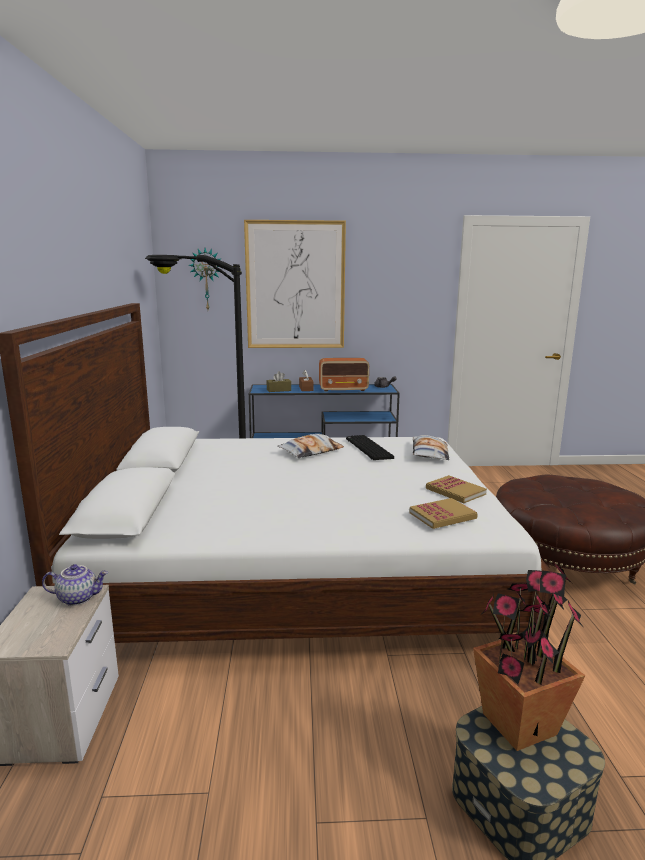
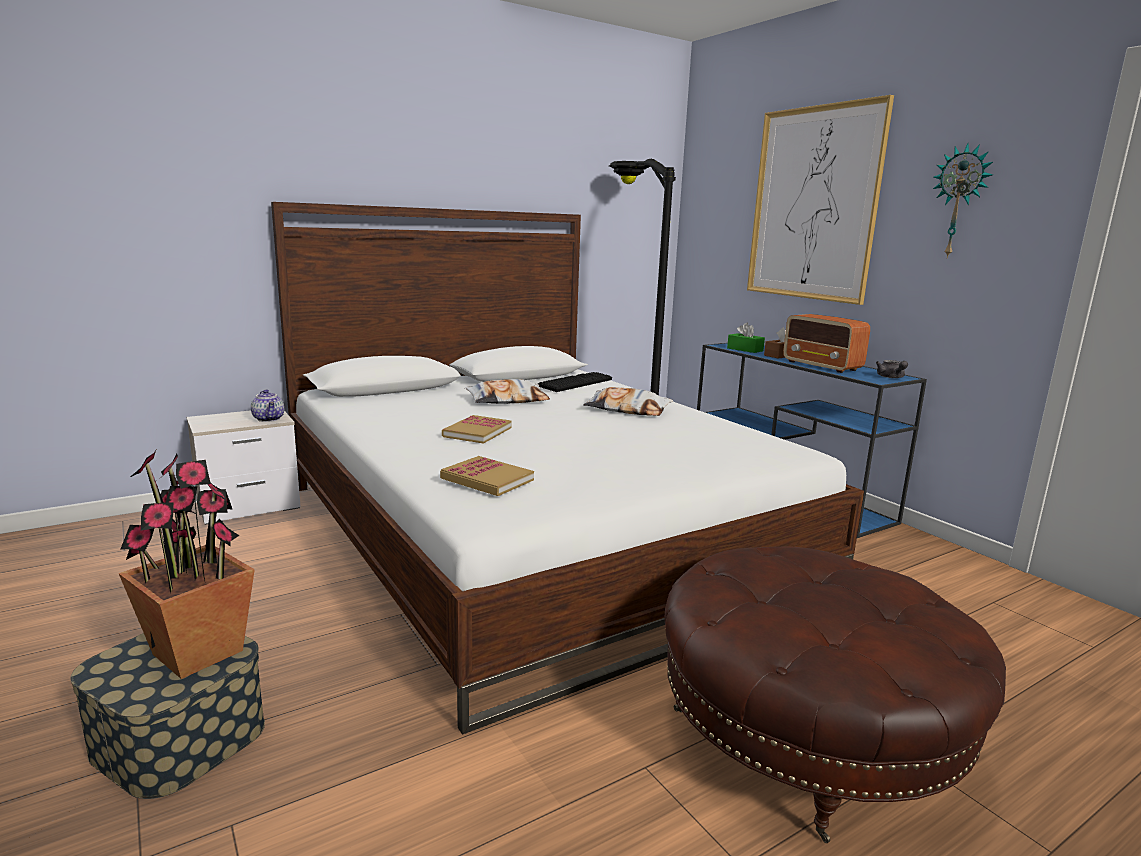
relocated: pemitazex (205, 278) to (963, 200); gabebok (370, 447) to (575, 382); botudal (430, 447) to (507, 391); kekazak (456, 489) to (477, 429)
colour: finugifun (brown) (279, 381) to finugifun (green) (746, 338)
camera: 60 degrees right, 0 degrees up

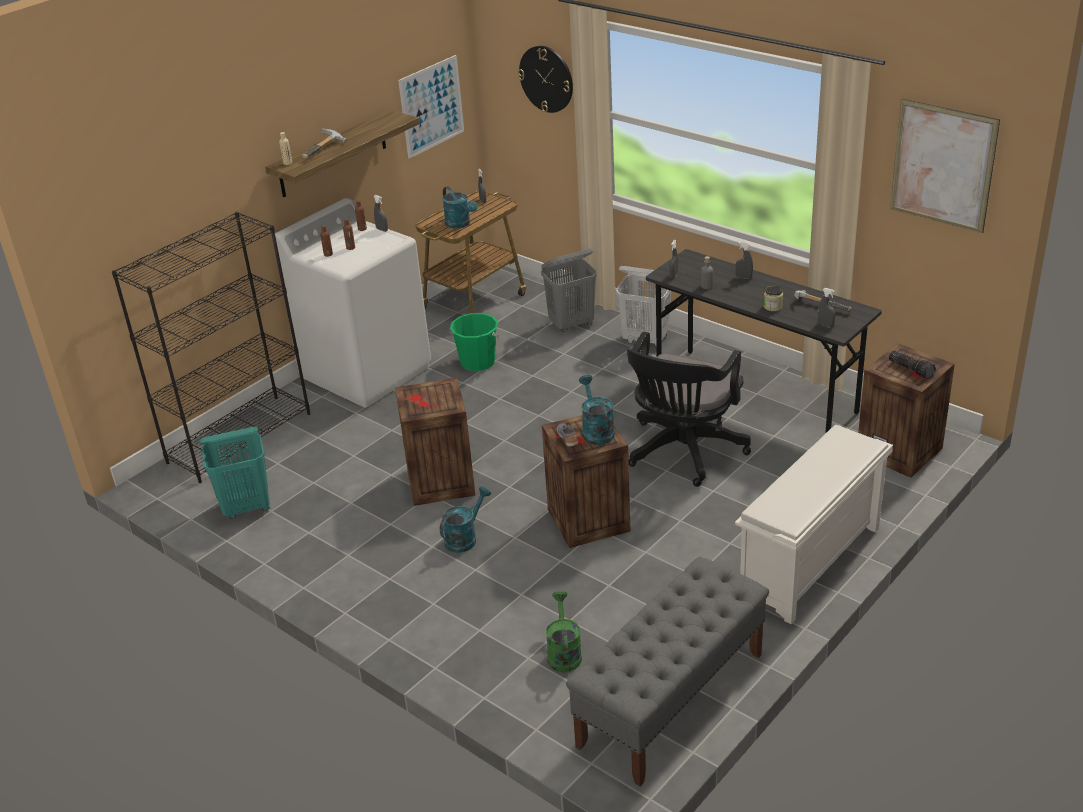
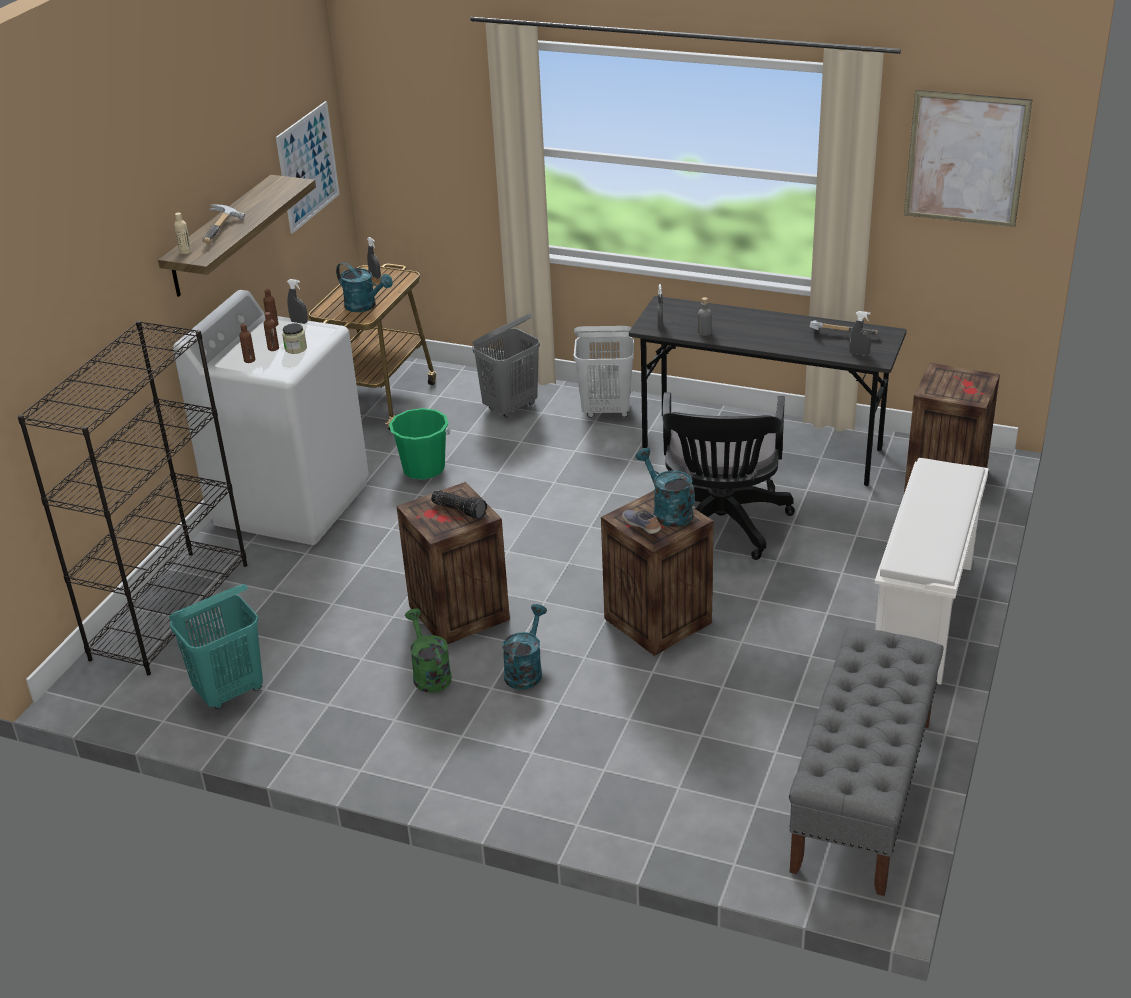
missing: pemitazex (545, 79); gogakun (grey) (744, 260)
relocated: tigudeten (773, 298) to (294, 338); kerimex (912, 364) to (459, 504); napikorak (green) (564, 631) to (428, 651)
camera: 20 degrees left, 0 degrees up

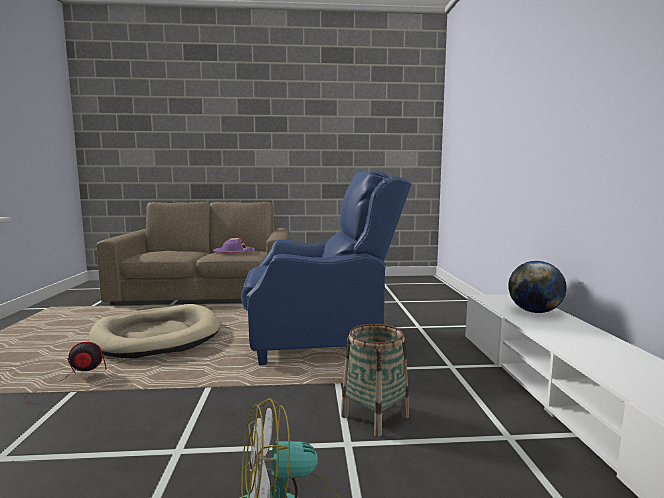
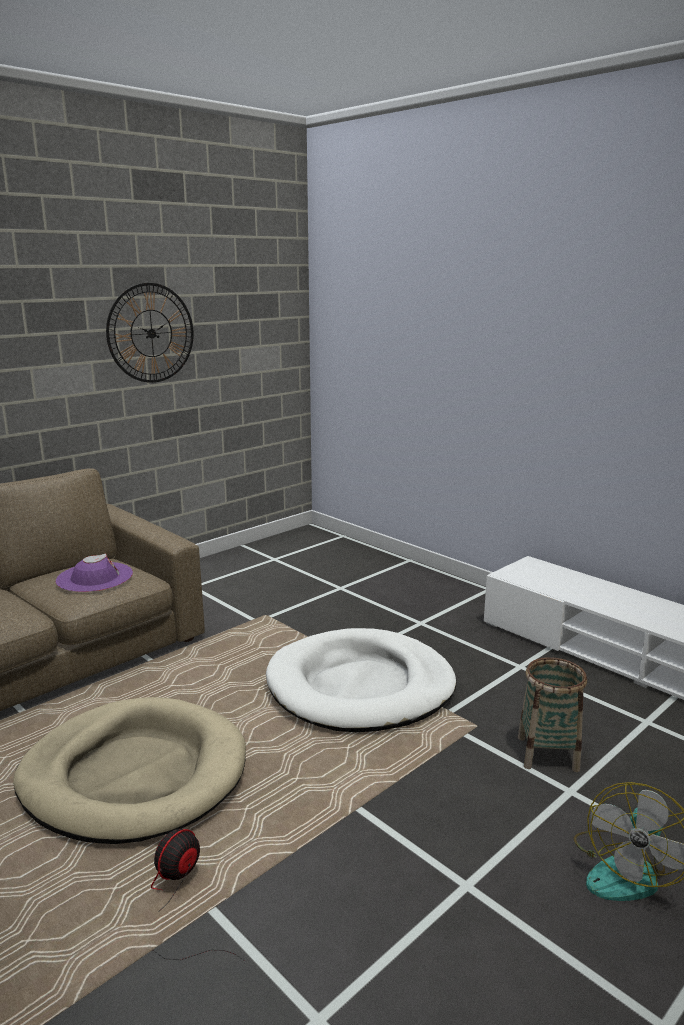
missing: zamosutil (537, 287)
appeared: pemitazex (150, 333)
exchanged: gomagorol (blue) (326, 267) to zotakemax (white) (361, 680)
camera: 40 degrees left, 10 degrees up

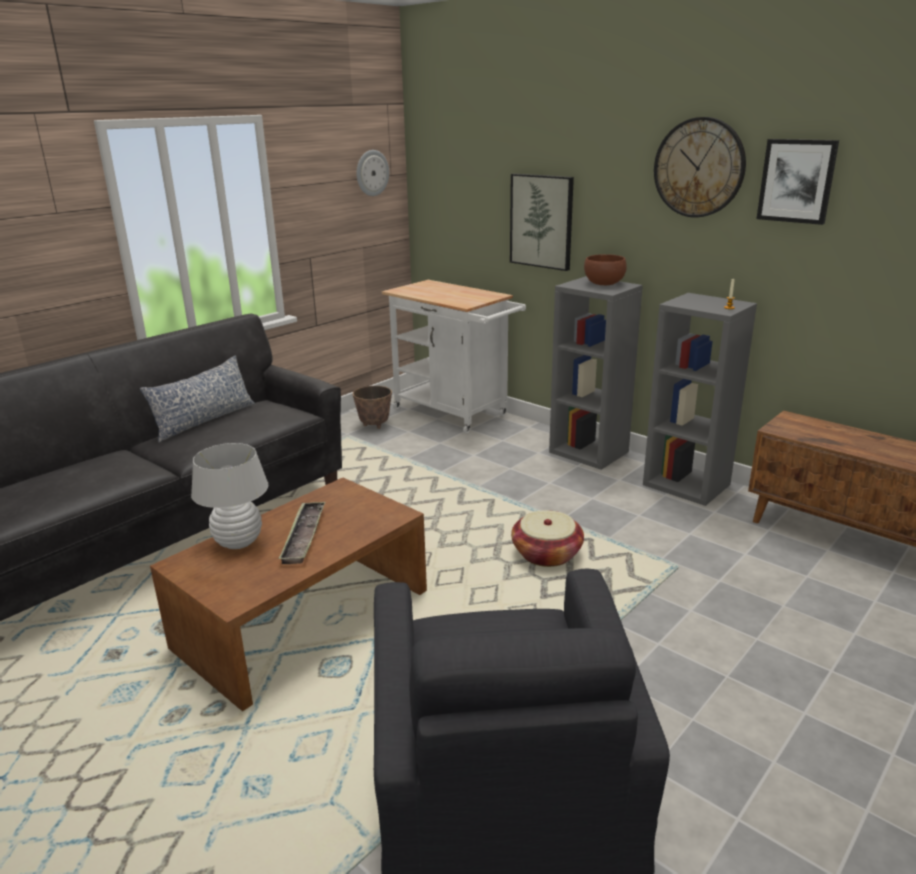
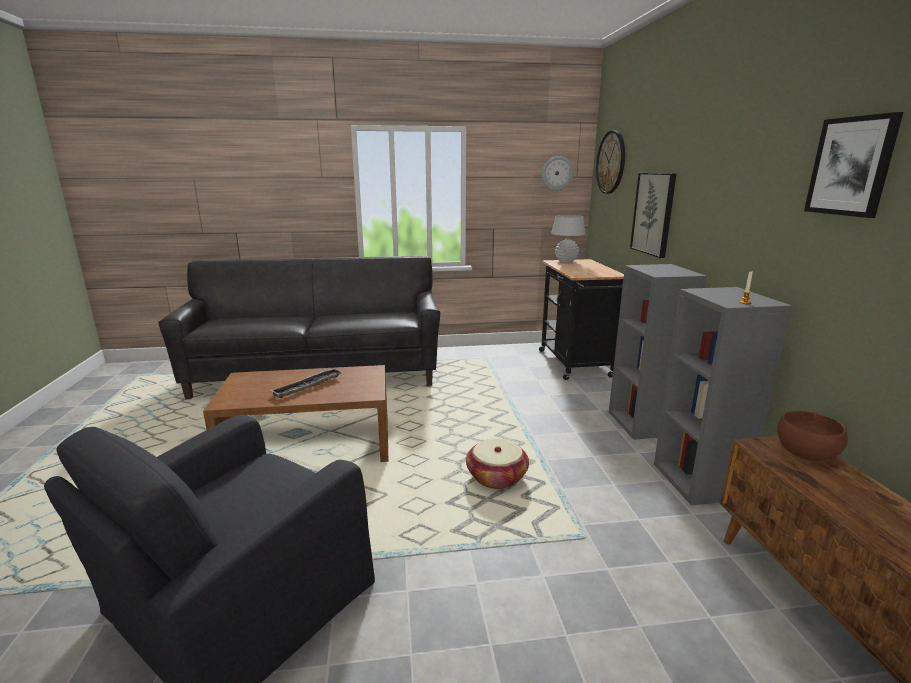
missing: botudal (197, 399); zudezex (372, 407)
relocated: pemitazex (700, 167) to (610, 162); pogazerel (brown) (605, 269) to (812, 436); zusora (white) (229, 496) to (568, 239)
colour: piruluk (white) (454, 356) to piruluk (black) (581, 319)
camera: 40 degrees right, 5 degrees down

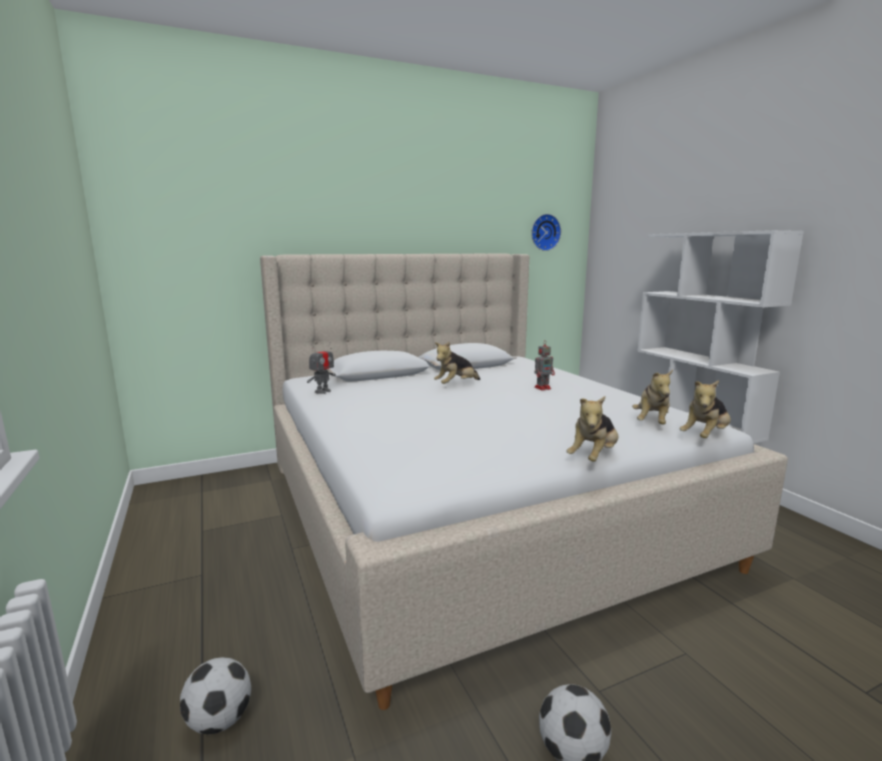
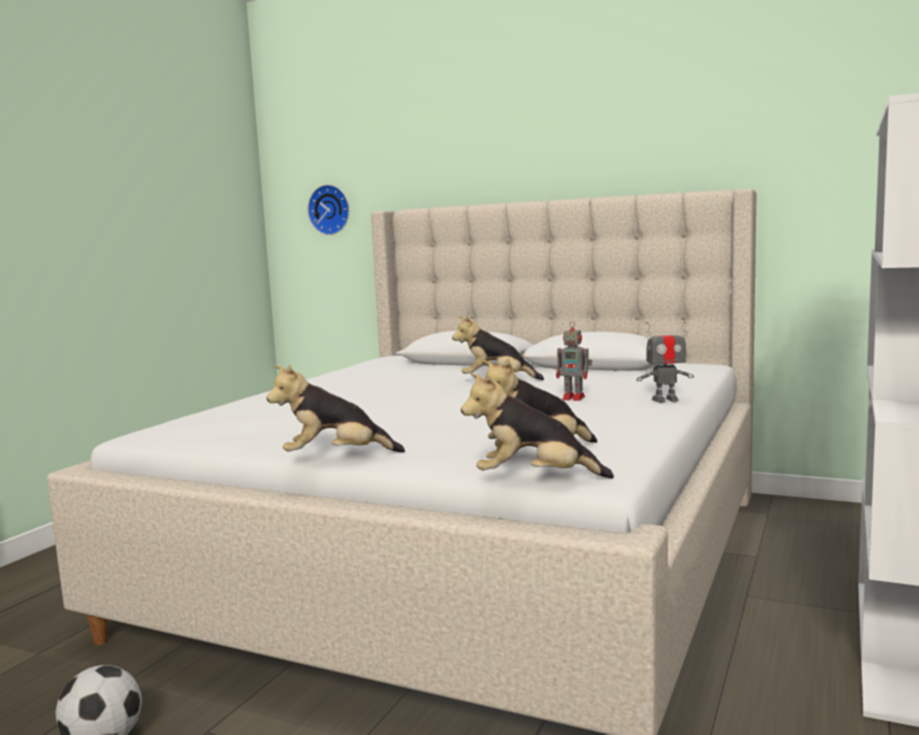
missing: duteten (215, 695)
relocated: pemitazex (546, 232) to (328, 209); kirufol (321, 368) to (665, 361)
camera: 50 degrees right, 5 degrees down

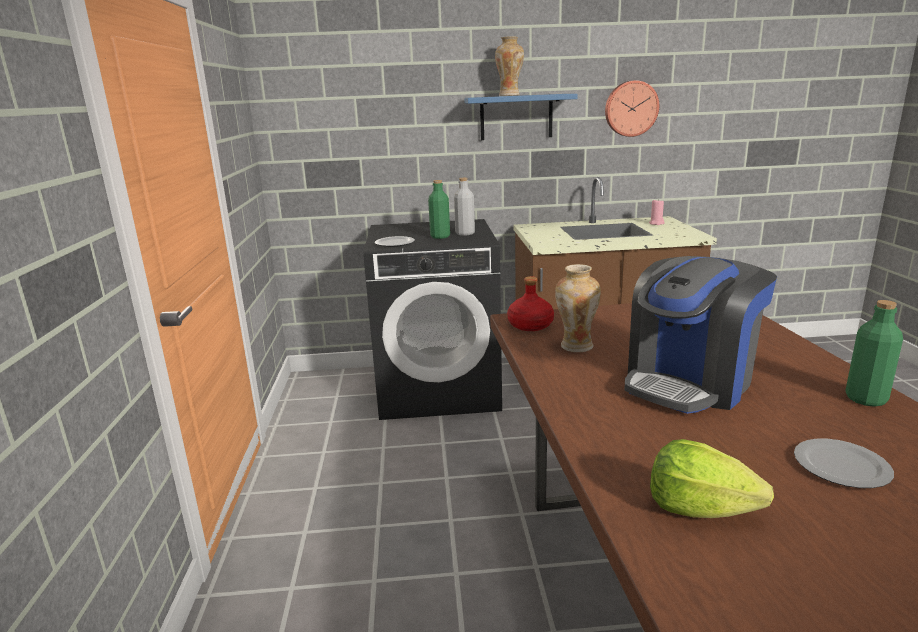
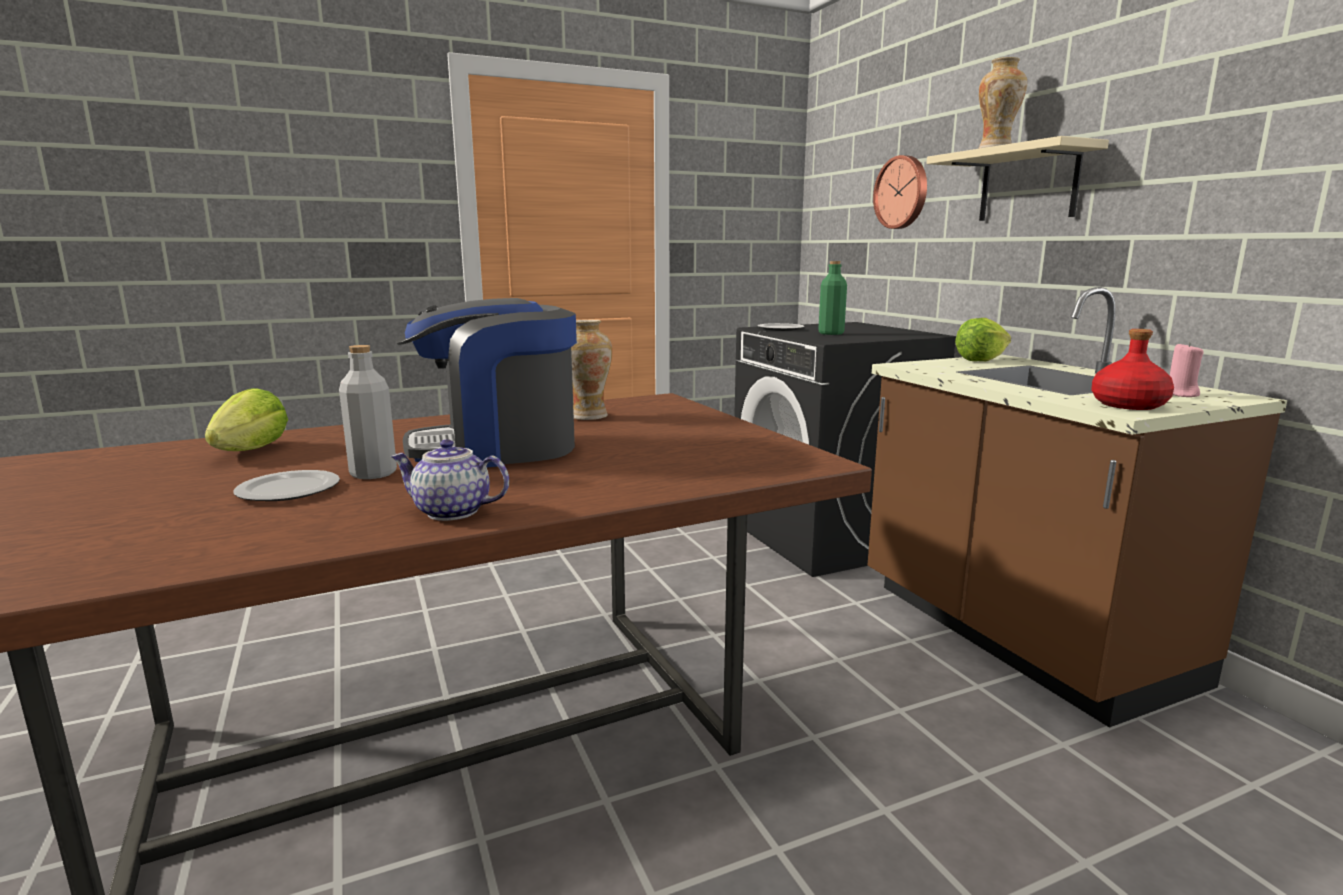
appeared: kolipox (983, 339)
relocated: pemitazex (632, 108) to (900, 192); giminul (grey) (464, 207) to (368, 412); giminul (red) (530, 303) to (1132, 369)
exchanged: giminul (green) (874, 353) to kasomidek (449, 480)
colour: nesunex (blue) (521, 117) to nesunex (beige) (1017, 178)
spun: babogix (701, 335) = (486, 382) 45 degrees counterclockwise
camera: 70 degrees right, 5 degrees down

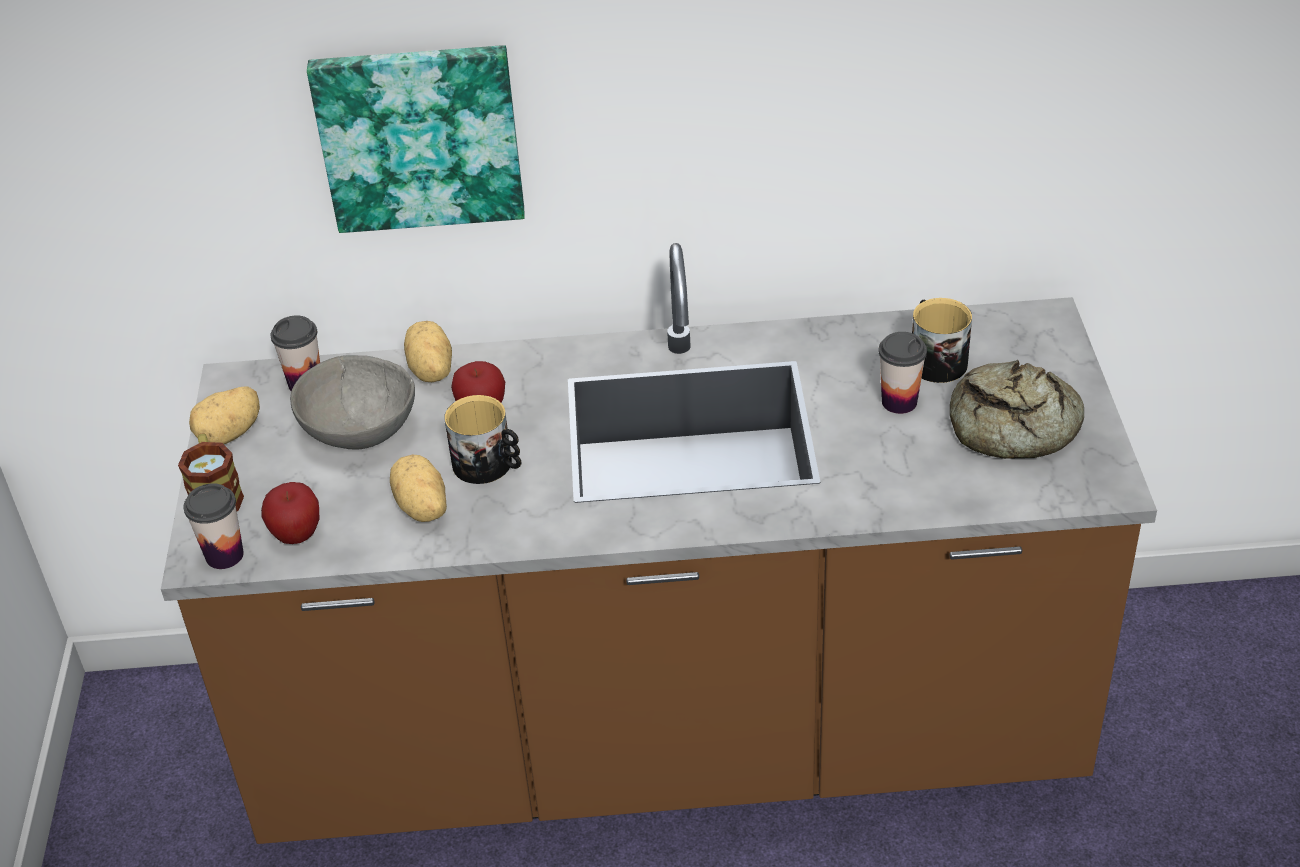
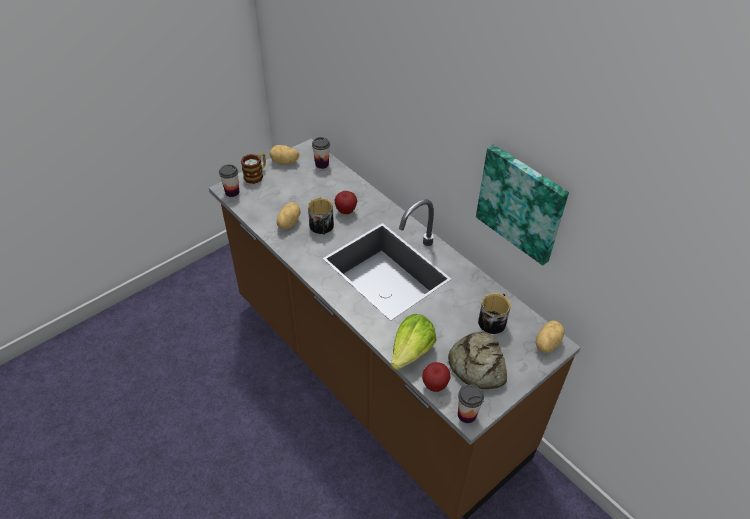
missing: pogazerel (grey) (352, 402)
appeared: kolipox (413, 342)
relocated: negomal (416, 139) to (522, 205); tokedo (428, 351) to (550, 337); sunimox (902, 373) to (471, 404); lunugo (290, 513) to (436, 377)
camera: 50 degrees right, 5 degrees up

